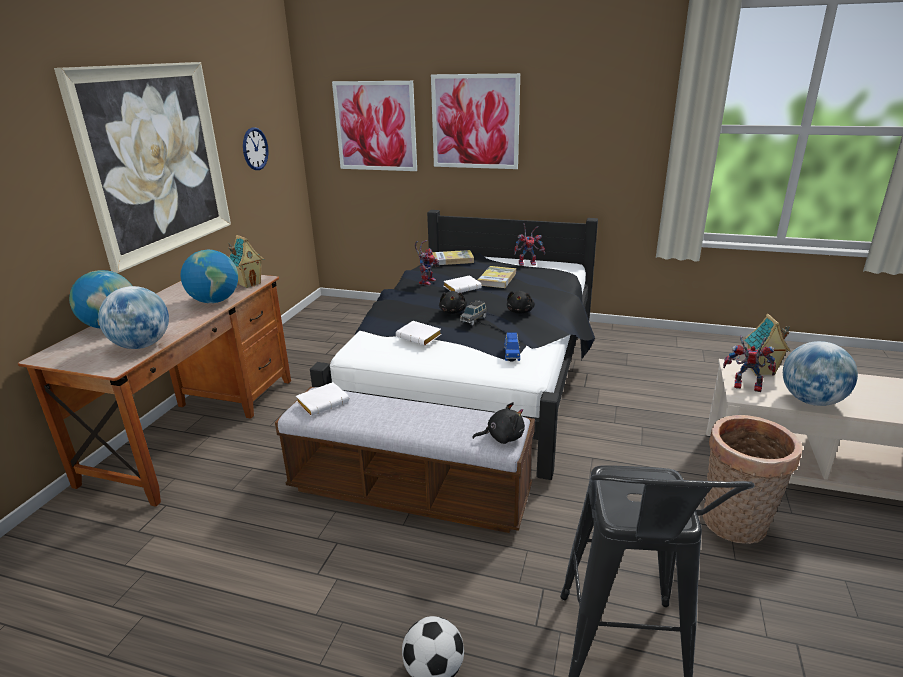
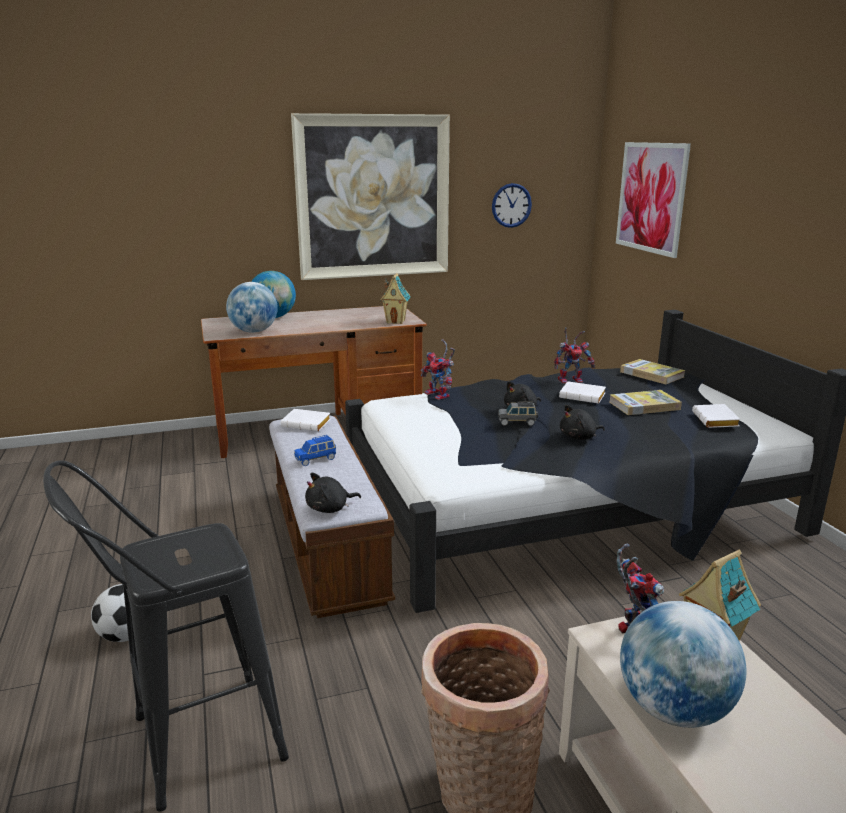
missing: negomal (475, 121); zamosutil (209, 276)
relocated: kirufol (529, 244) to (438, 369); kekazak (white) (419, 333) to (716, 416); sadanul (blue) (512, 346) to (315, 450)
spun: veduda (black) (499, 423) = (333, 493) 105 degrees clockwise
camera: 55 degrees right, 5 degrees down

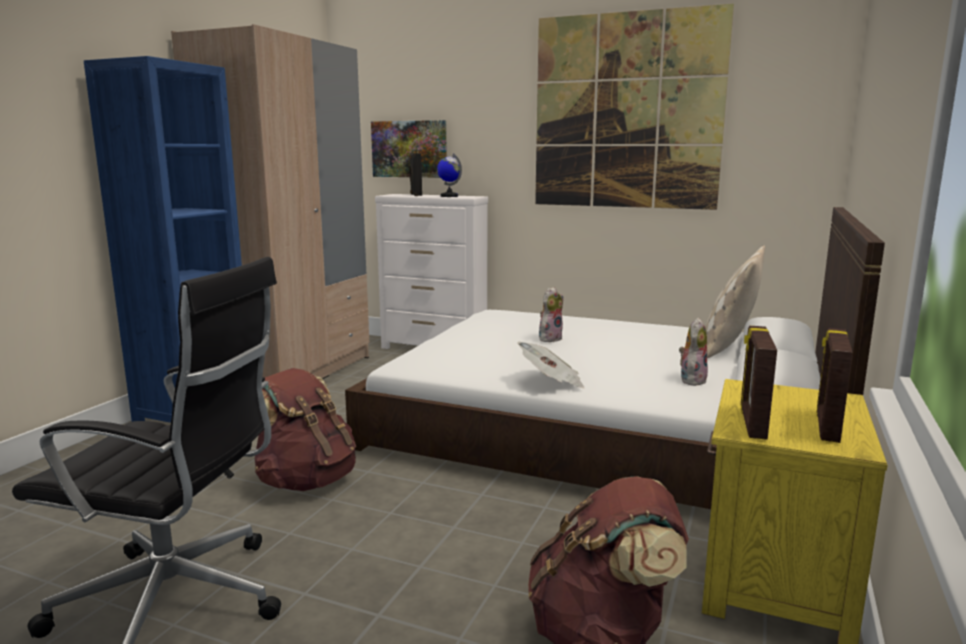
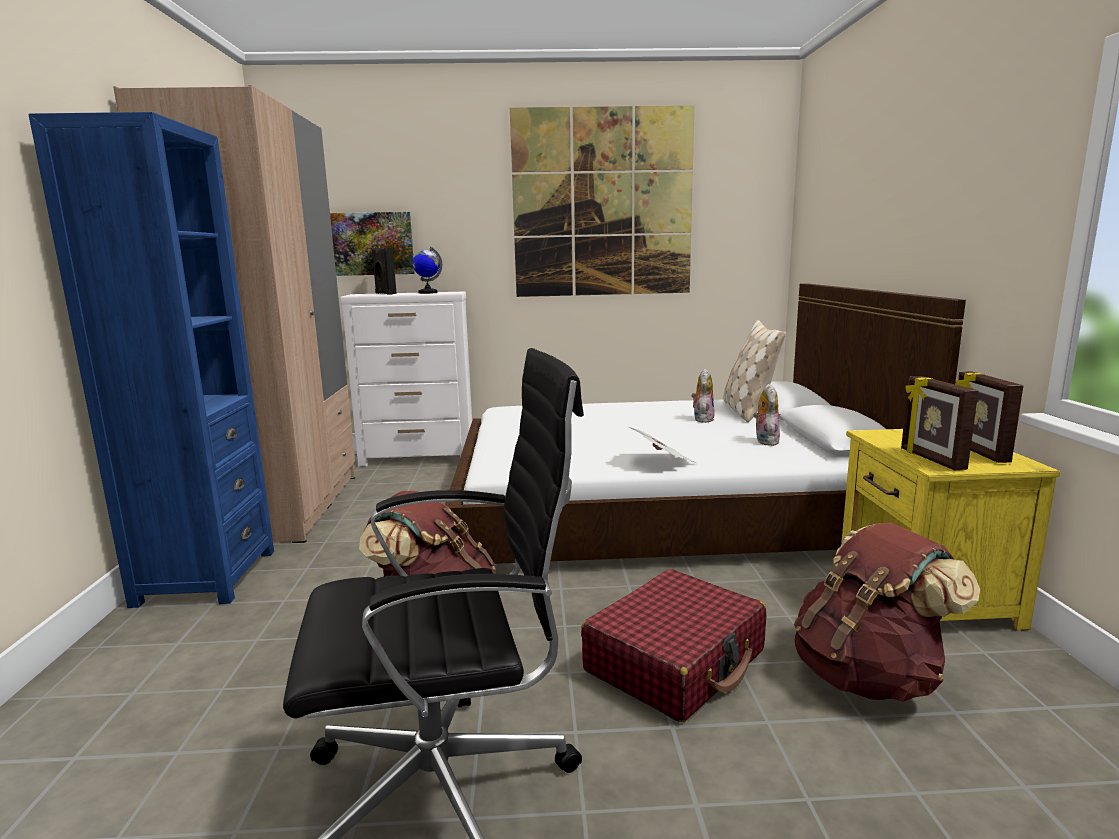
appeared: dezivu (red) (673, 645)
relocated: veduda (551, 314) to (703, 396)
camera: 25 degrees left, 0 degrees up

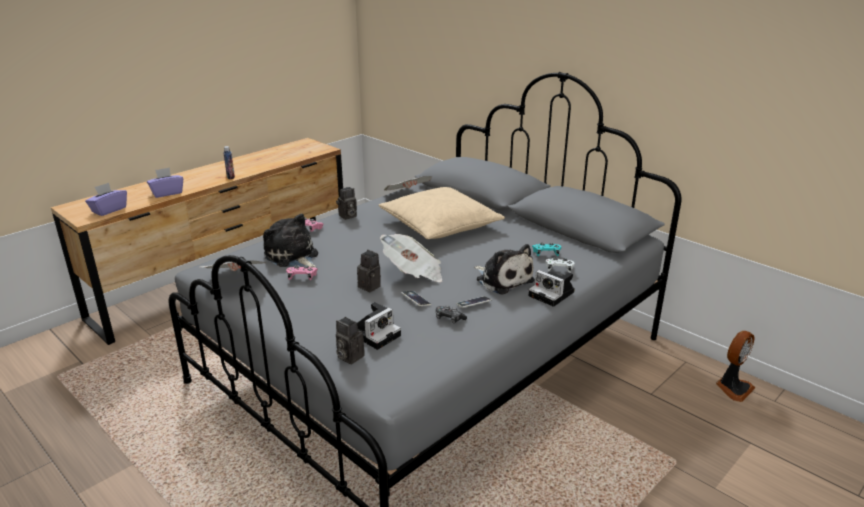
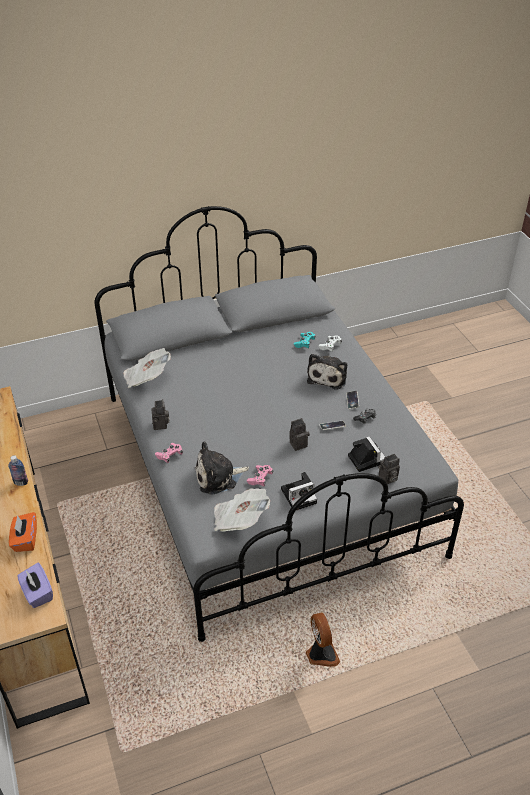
missing: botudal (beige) (442, 213); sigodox (411, 258)
relocated: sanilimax (552, 288) to (299, 491); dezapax (735, 366) to (323, 639)
colour: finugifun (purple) (165, 182) to finugifun (orange) (23, 532)
spun: veduda (504, 269) = (327, 372) 120 degrees clockwise
camera: 65 degrees left, 15 degrees up

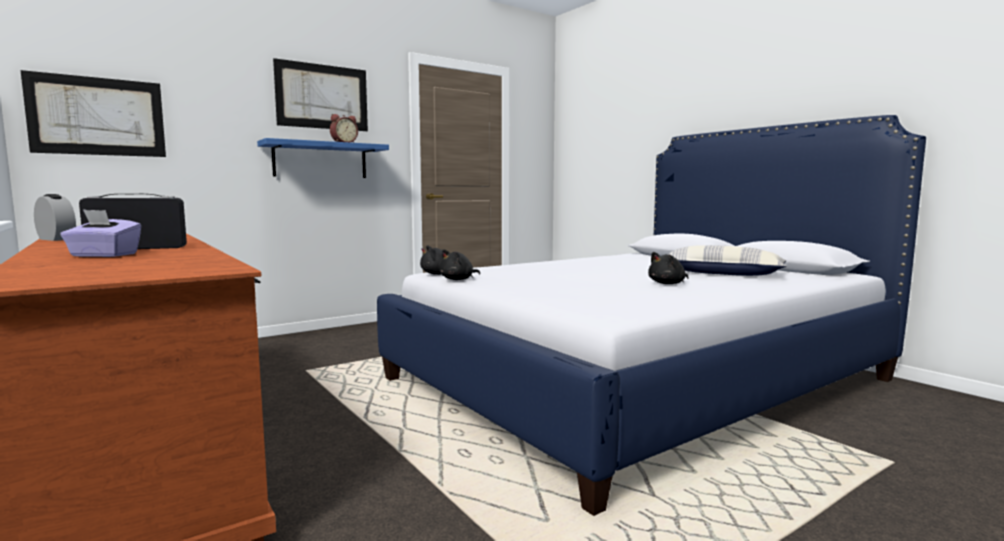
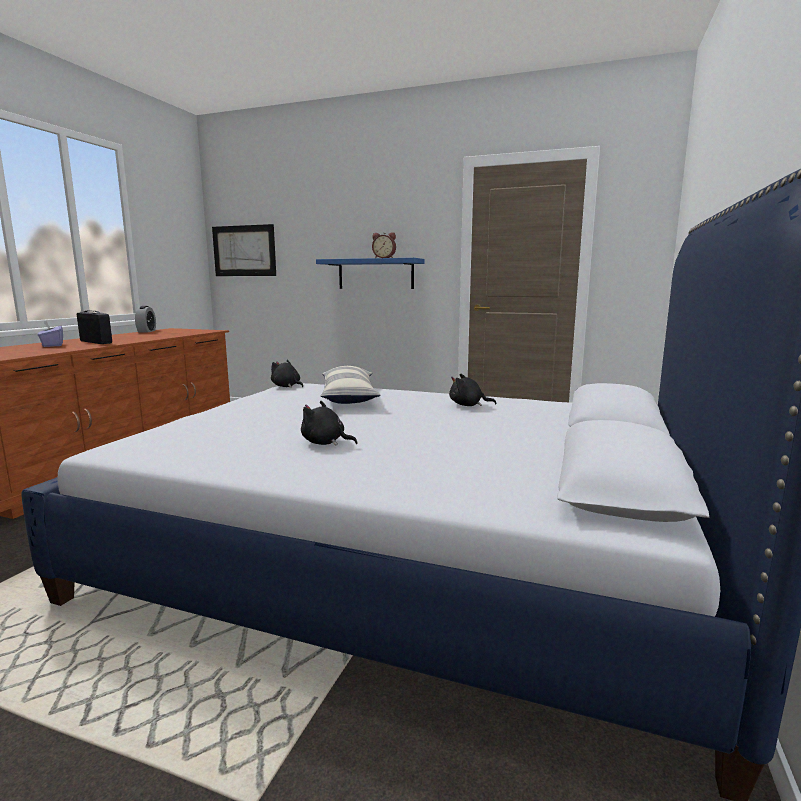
missing: negomal (320, 94)
relocated: botudal (727, 260) to (351, 385); veduda (black) (459, 264) to (473, 390)
camera: 55 degrees right, 5 degrees up

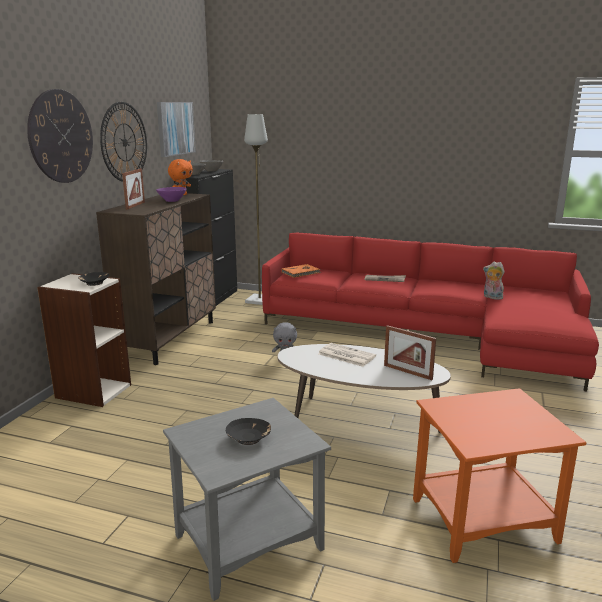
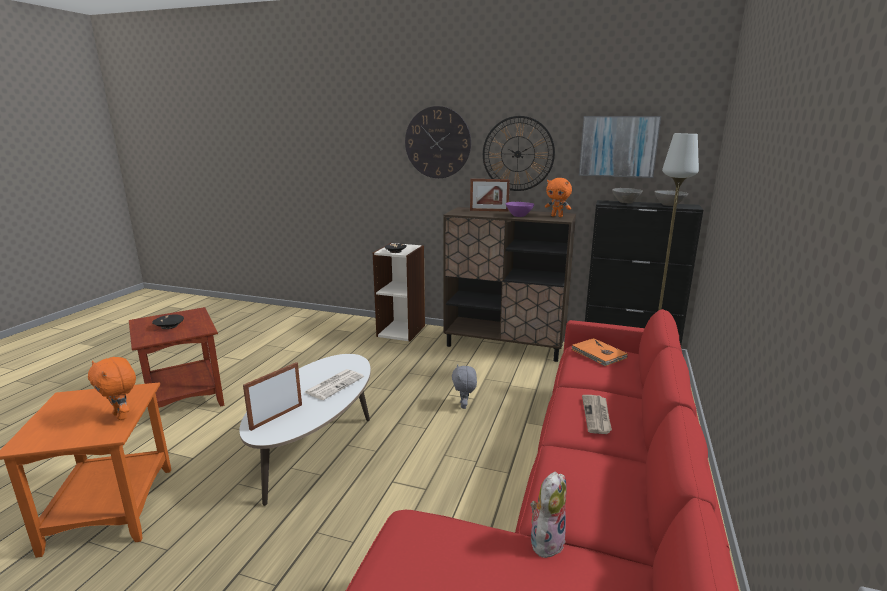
appeared: veduda (orange) (112, 388)
colour: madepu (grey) (247, 499) to madepu (brown) (176, 357)
camera: 90 degrees right, 0 degrees up

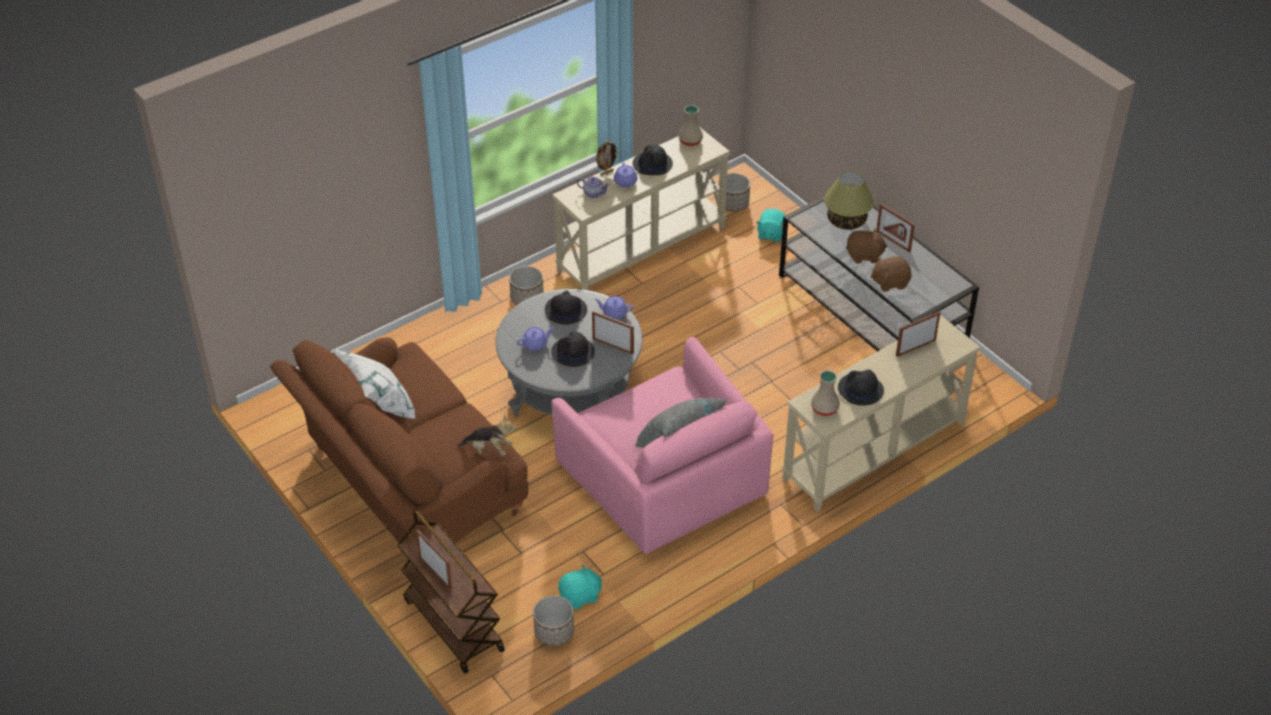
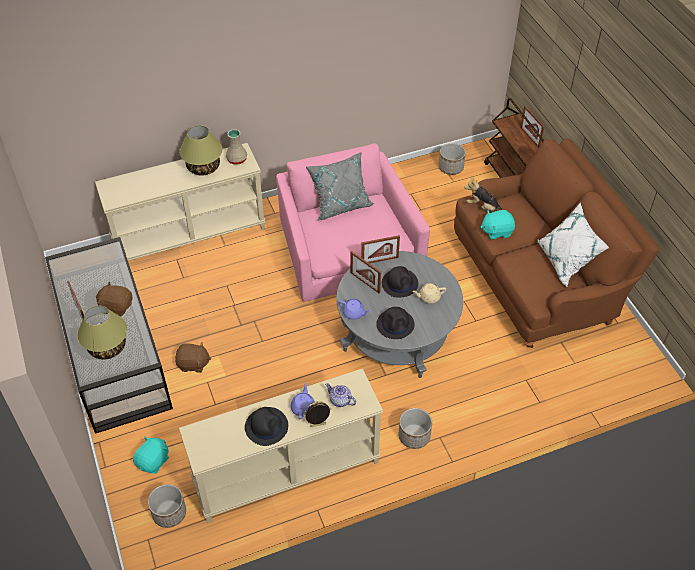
missing: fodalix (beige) (691, 125)
relocated: veduda (brown) (891, 274) to (193, 357); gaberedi (918, 334) to (380, 249); veduda (turquoise) (580, 586) to (497, 225)
exchanged: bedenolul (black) (861, 387) to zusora (201, 150)
colour: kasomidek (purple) (535, 339) to kasomidek (beige) (429, 293)
camera: 165 degrees left, 5 degrees up

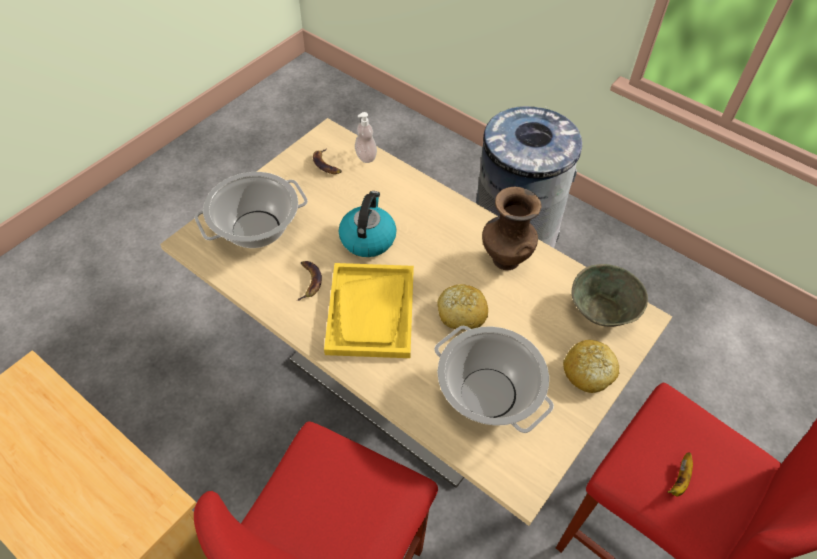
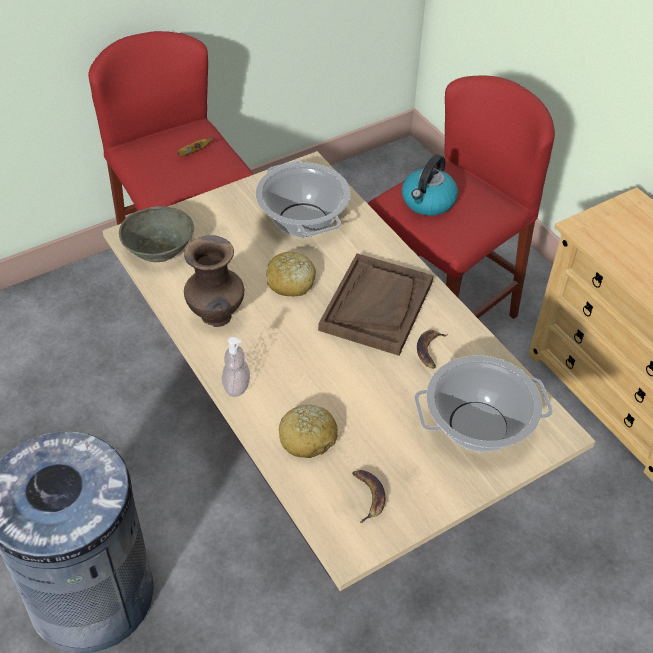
relocated: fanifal (366, 137) to (236, 367); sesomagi (368, 224) to (430, 185); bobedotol (591, 366) to (308, 431)
colour: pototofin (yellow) (369, 310) to pototofin (brown) (376, 304)
camera: 160 degrees left, 5 degrees down

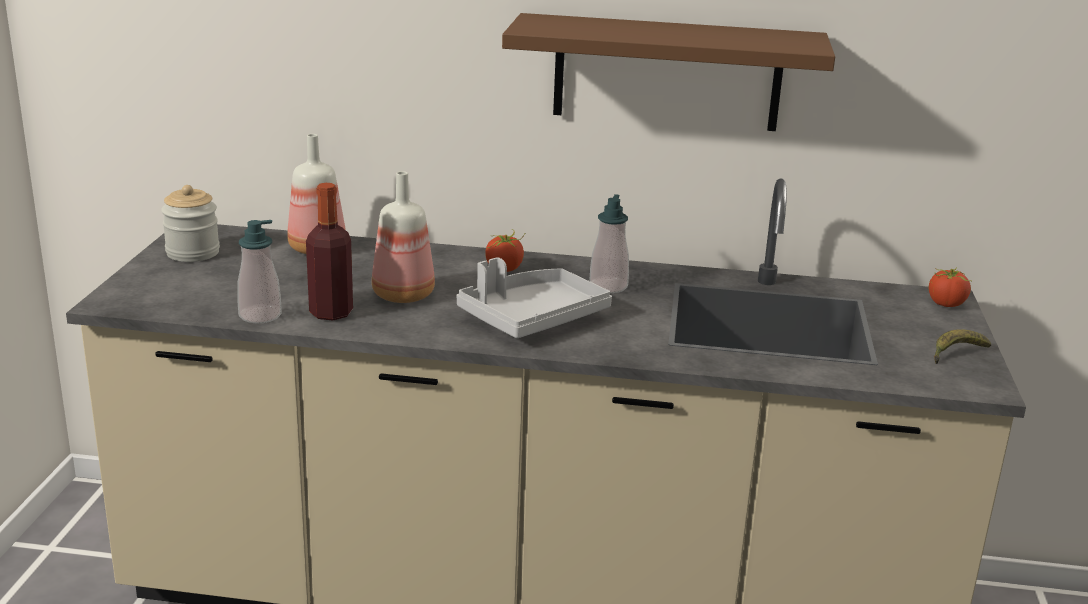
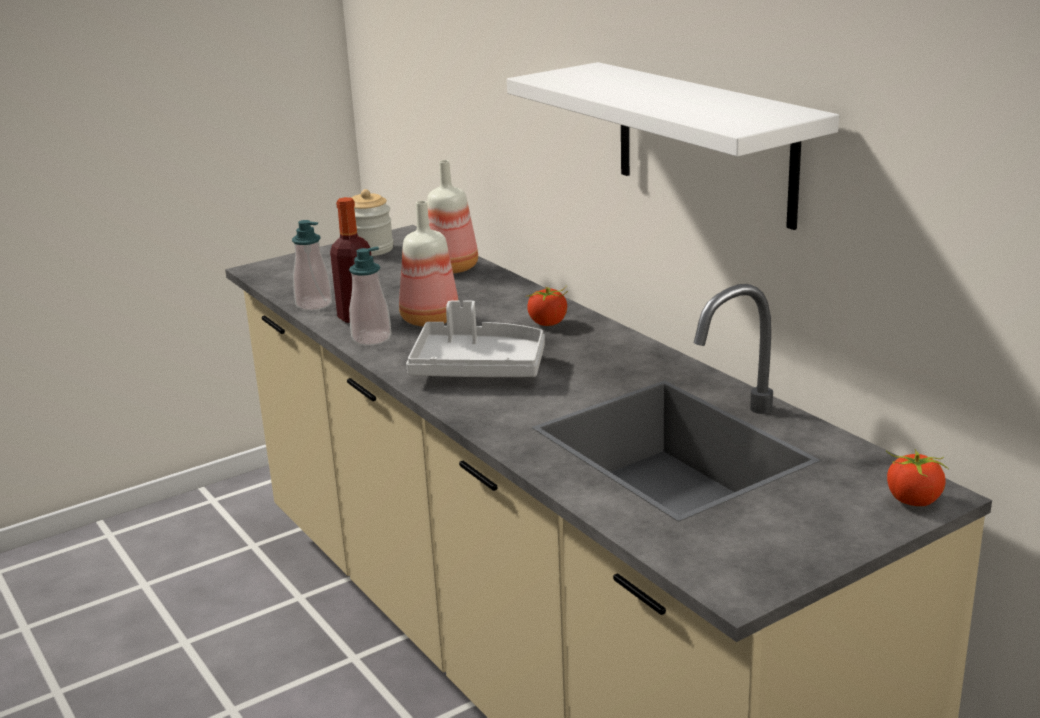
missing: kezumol (962, 346)
relocated: fanifal (609, 243) to (370, 296)
colour: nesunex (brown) (668, 72) to nesunex (white) (673, 146)
camera: 50 degrees right, 0 degrees up

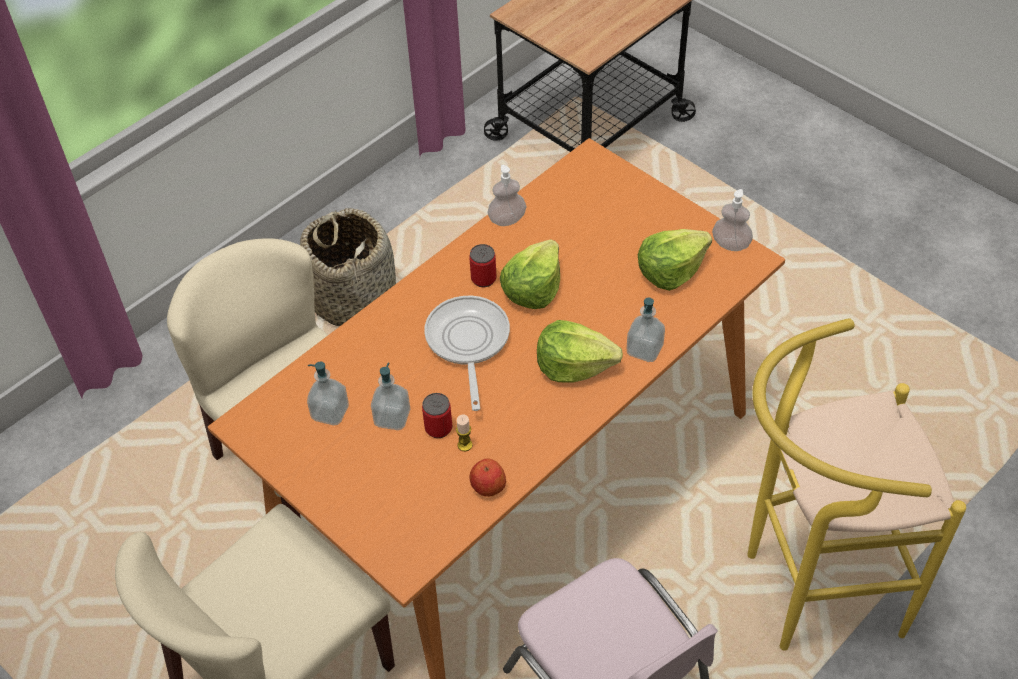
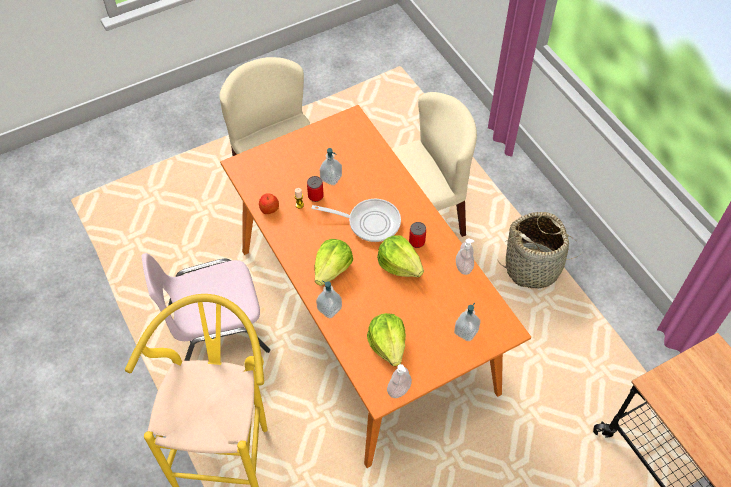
relocated: fanifal (328, 393) to (467, 322)
camera: 105 degrees right, 5 degrees up

